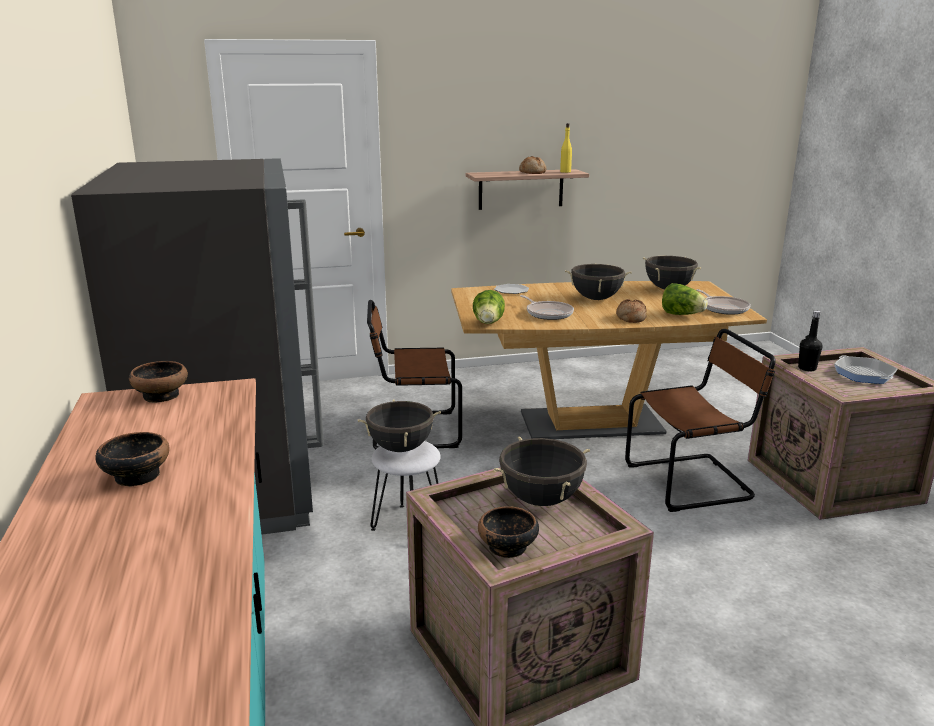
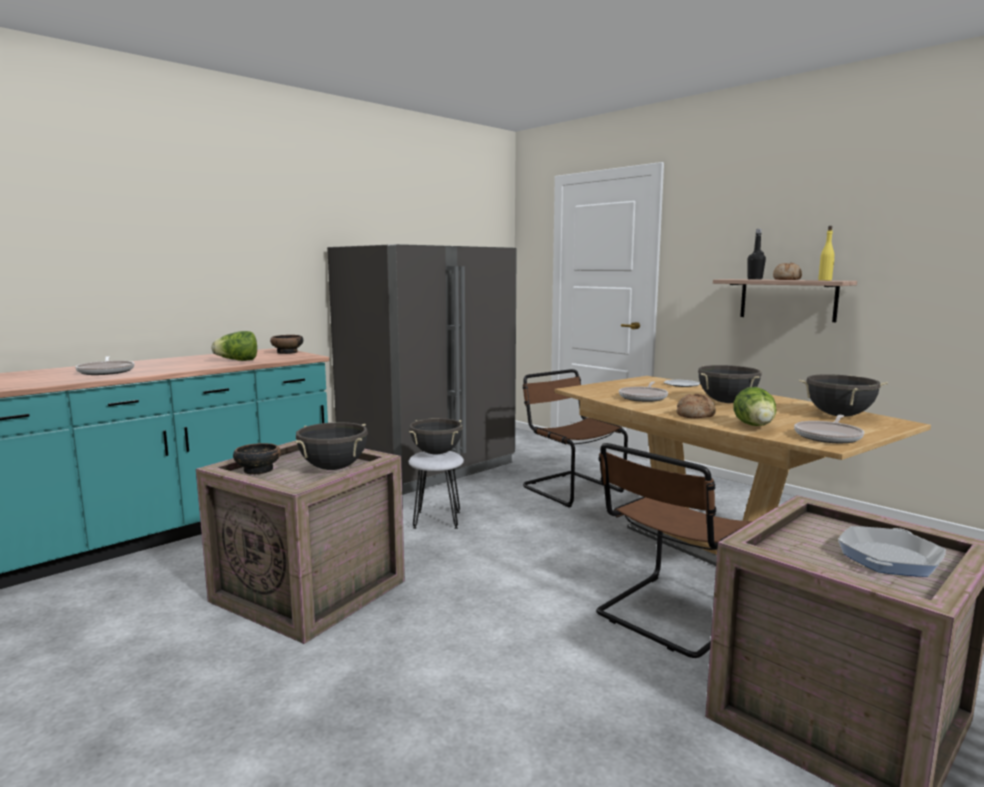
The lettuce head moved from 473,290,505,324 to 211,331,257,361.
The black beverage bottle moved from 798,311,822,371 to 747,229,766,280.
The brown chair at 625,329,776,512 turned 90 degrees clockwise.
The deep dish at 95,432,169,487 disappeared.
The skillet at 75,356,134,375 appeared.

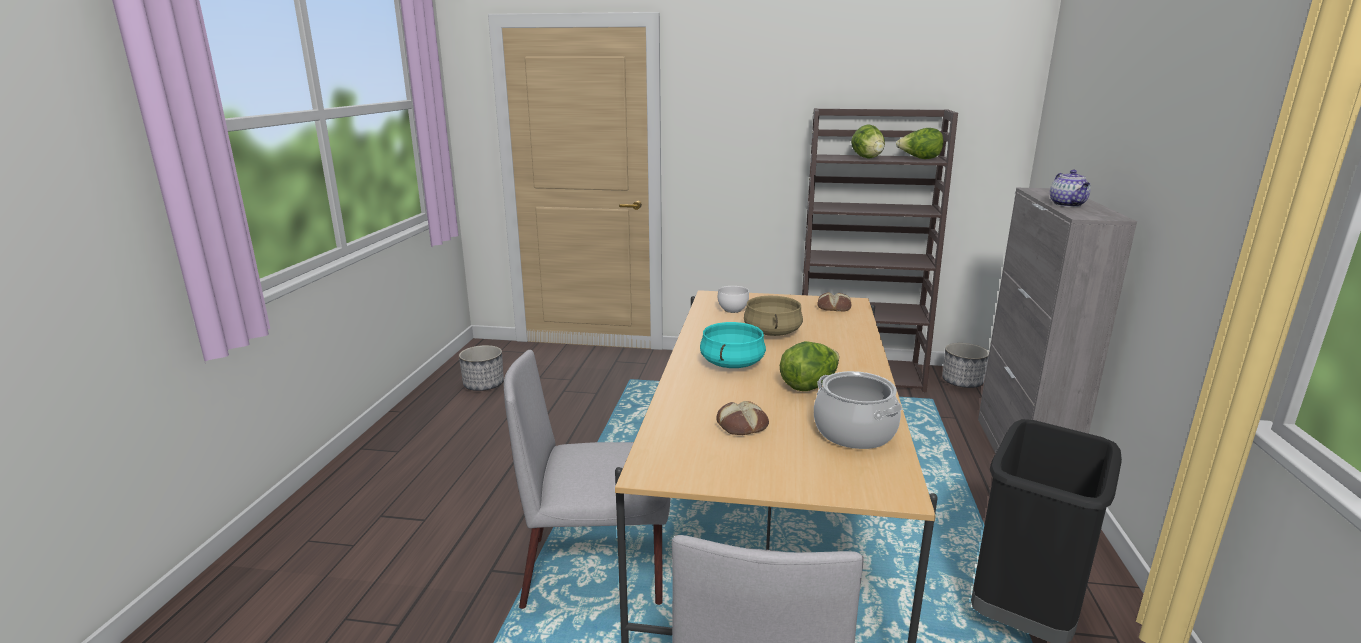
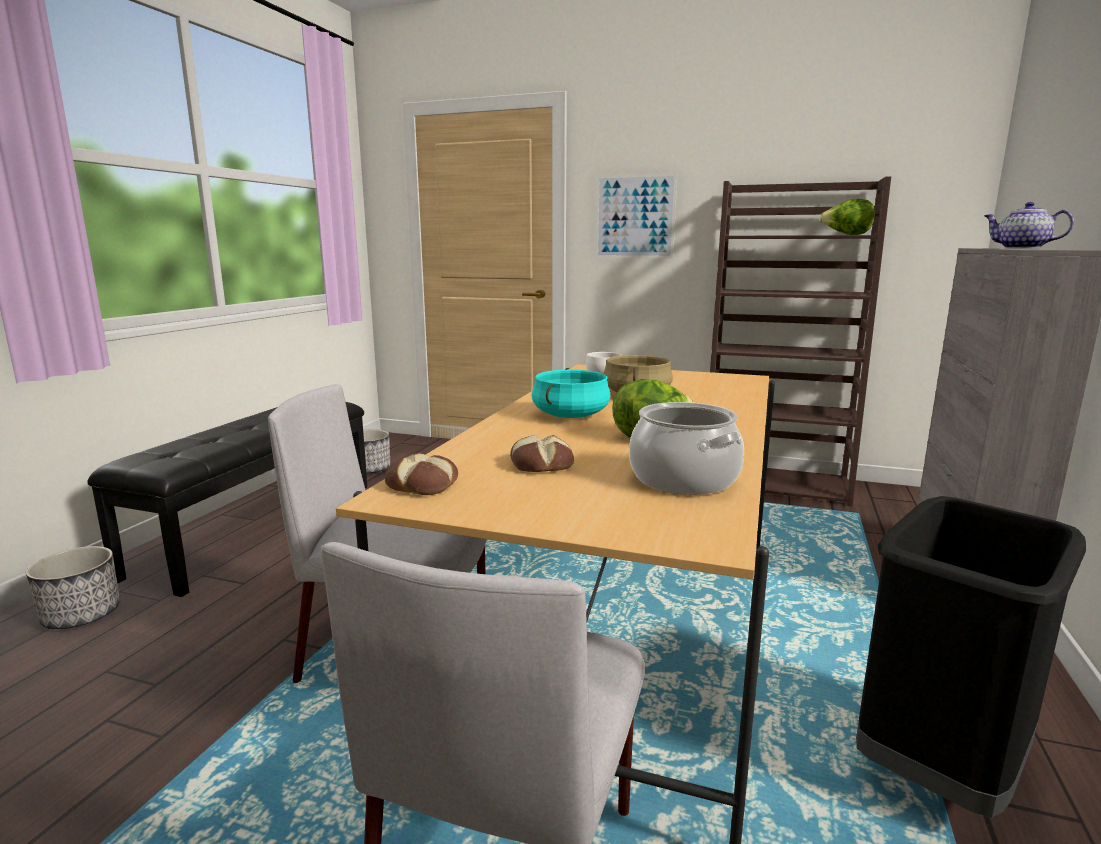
The lettuce head at 851,124,885,159 disappeared.
The tea pot at 1050,170,1091,207 turned 120 degrees clockwise.
The bakery bread moved from 818,292,851,312 to 385,453,458,495.
The plant pot moved from 942,343,989,388 to 26,546,120,629.
The wall art at 595,173,677,258 appeared.
The black indoor bench at 87,402,367,597 appeared.

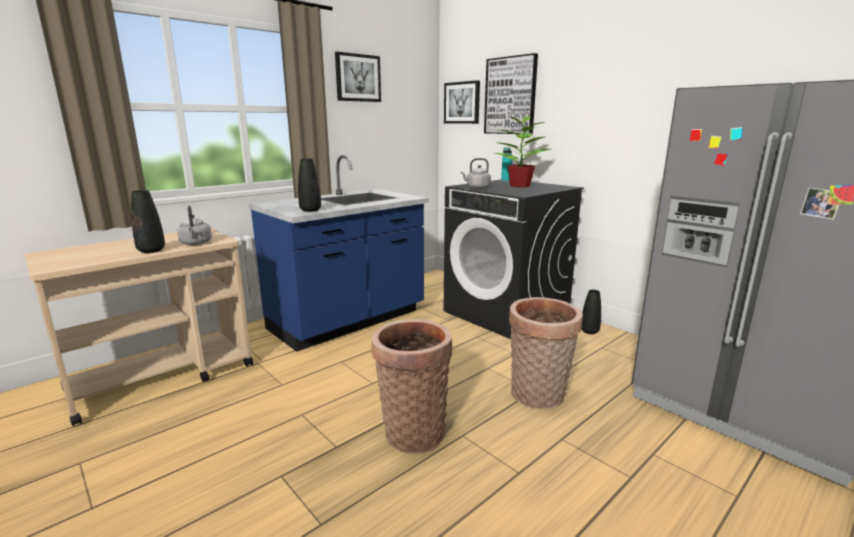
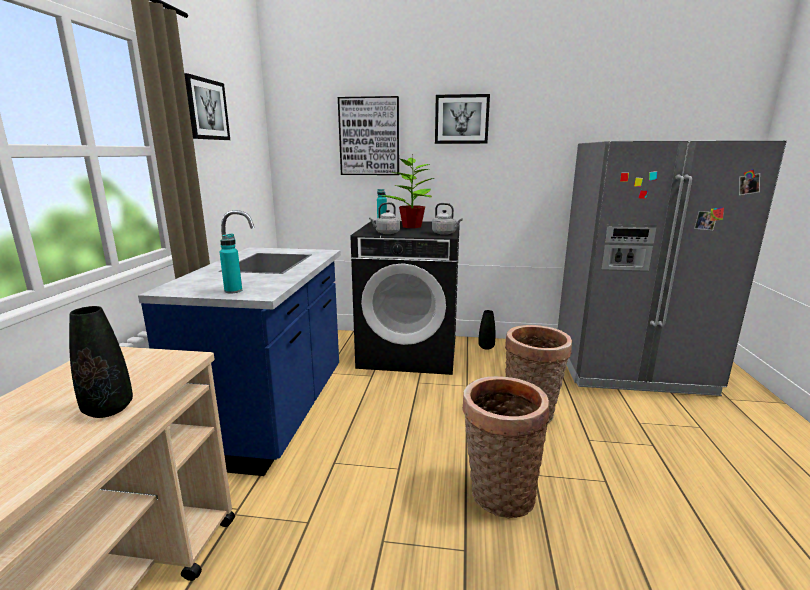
The wall art moved from 444,80,480,124 to 435,94,490,144.
The black flower vase at 298,158,321,212 disappeared.
The greyish kettle moved from 177,206,212,245 to 432,203,463,235.
The blue-green beverage bottle at 220,234,242,293 appeared.

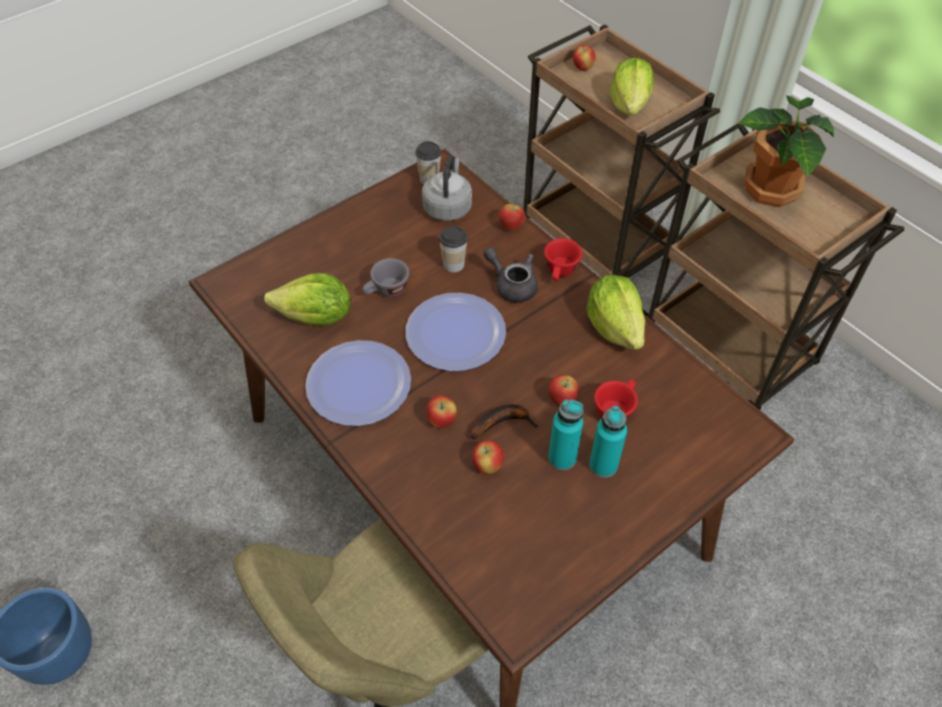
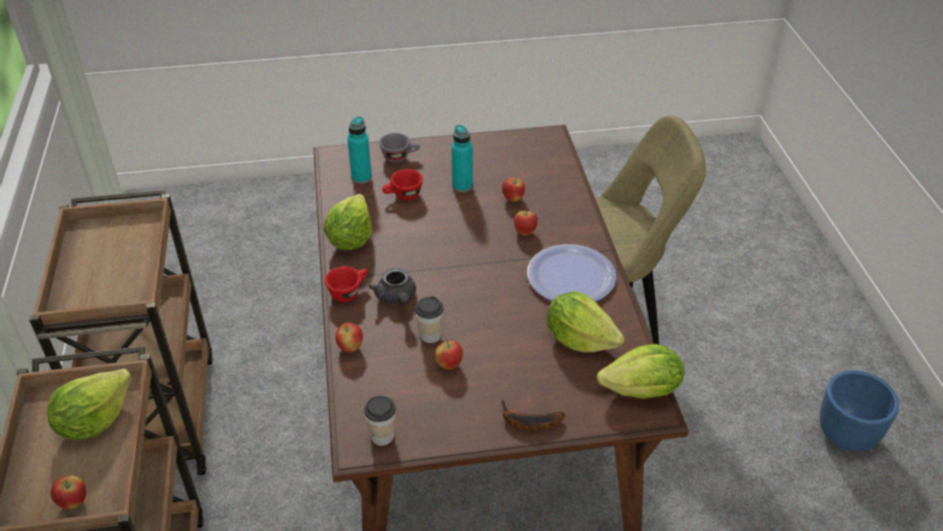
The plant in a pot at 738,96,834,207 disappeared.
The greyish kettle at 422,155,472,221 disappeared.
The greyish cup moved from 363,258,409,297 to 379,133,420,163.
The dinner plate at 406,293,506,371 disappeared.
The apple fruit moved from 548,375,579,406 to 435,340,463,370.
The whole banana moved from 471,404,538,440 to 502,399,565,430.
The blue-green beverage bottle moved from 589,406,627,478 to 347,116,372,184.
The lettuce head at 597,344,685,399 appeared.

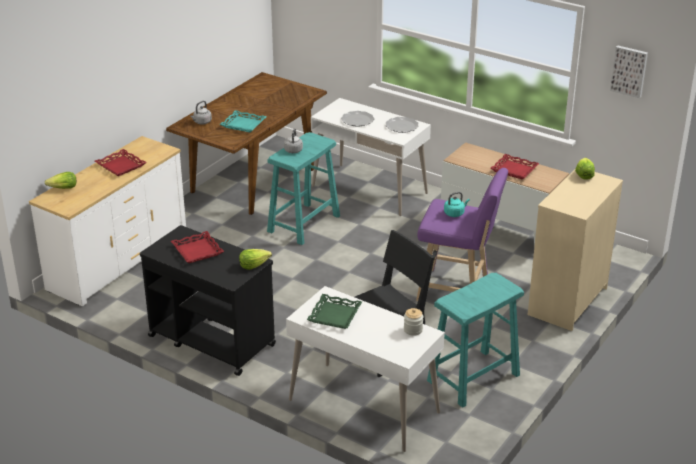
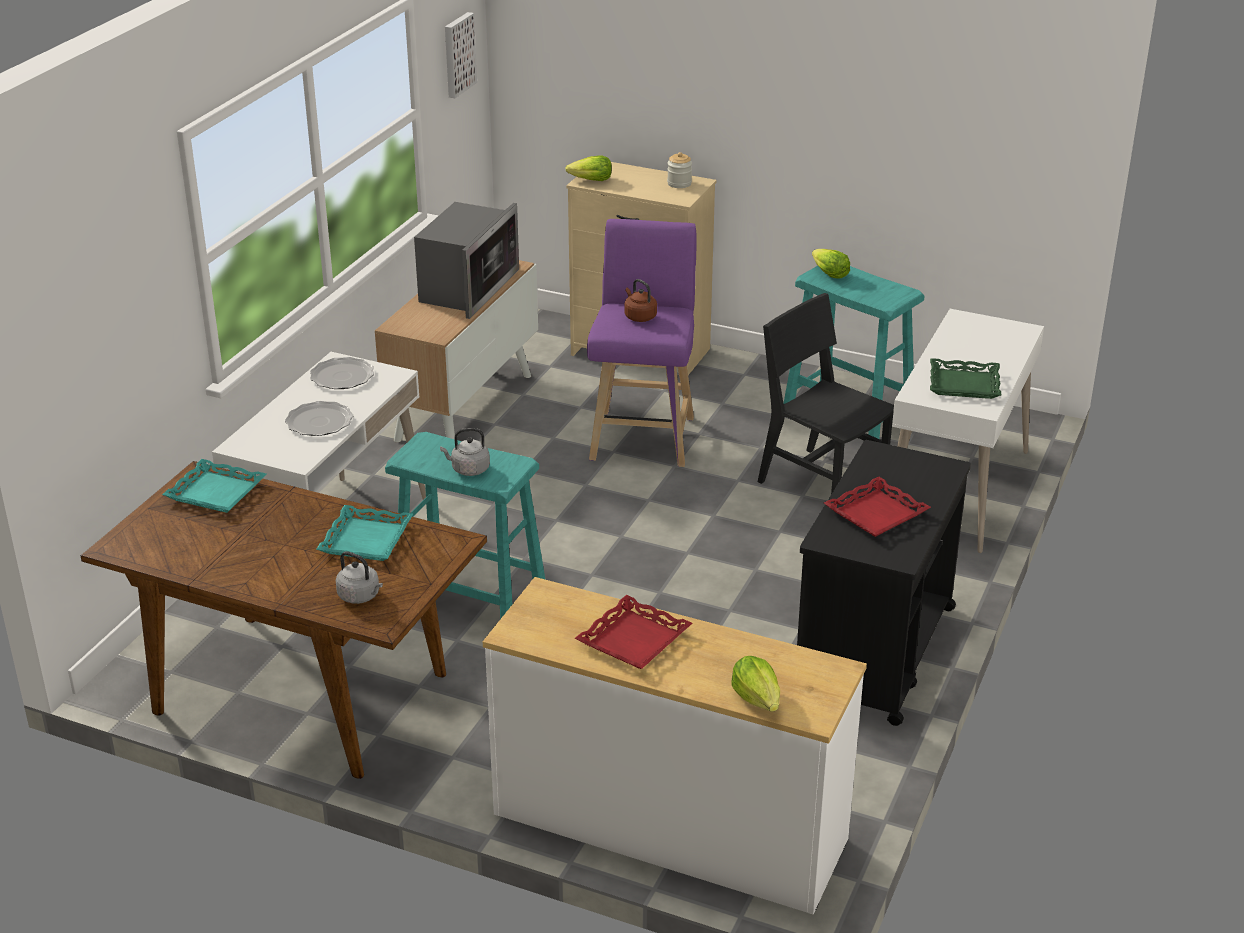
The red serving tray at 491,154,539,179 was replaced by the microwave oven at 414,202,519,319.
The blue-green kettle at 444,192,470,217 became the brown kettle at 624,279,657,322.
The lettuce head moved from 239,249,272,270 to 812,249,850,279.
The storage jar moved from 404,308,423,336 to 667,152,692,188.
The blue-green serving tray at 162,459,267,513 appeared.

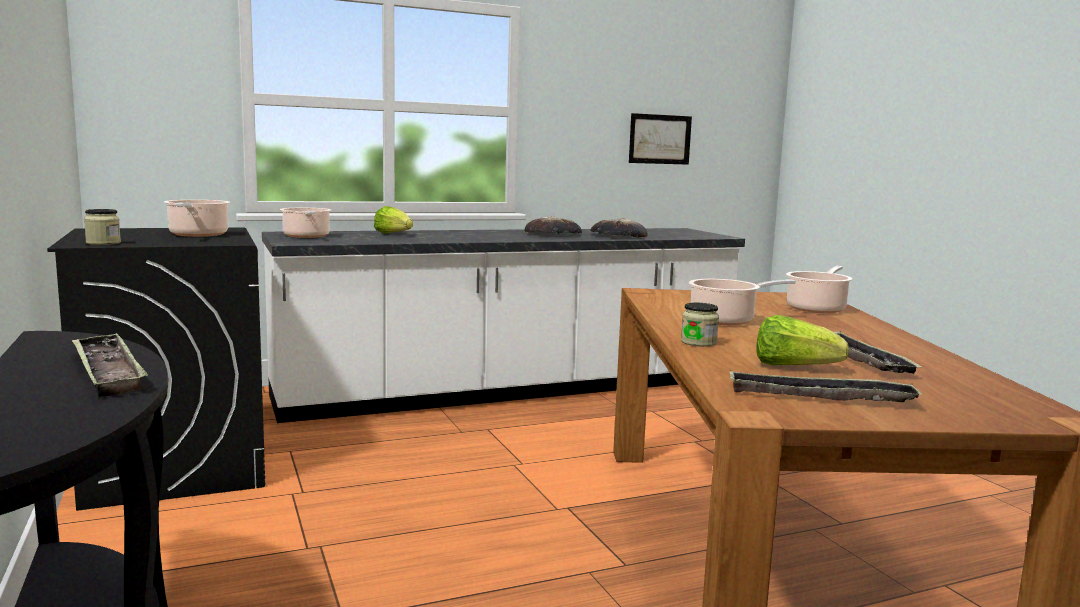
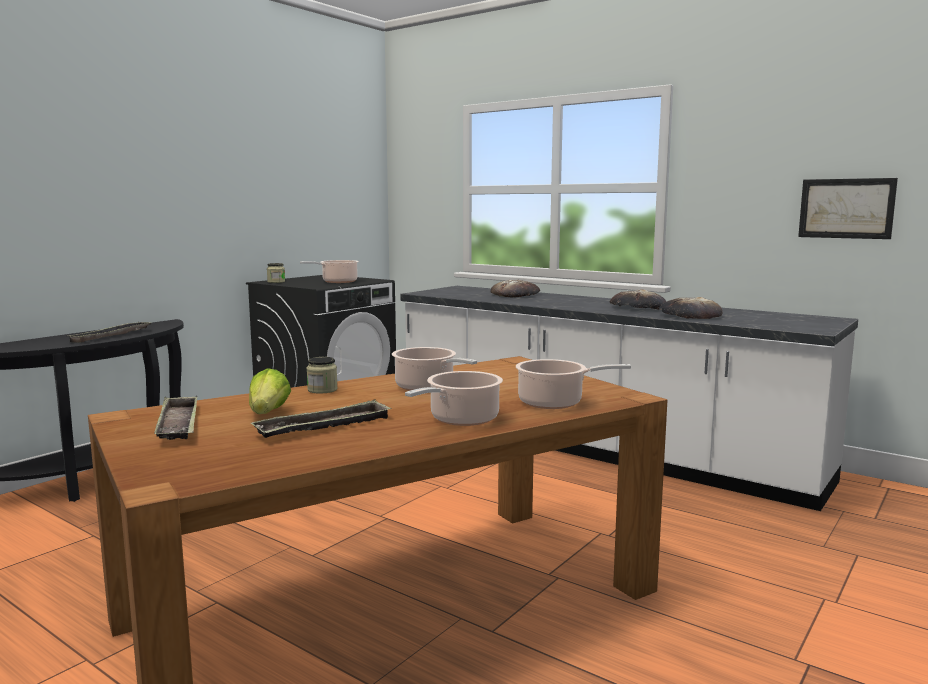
The lettuce head at 374,206,413,233 was replaced by the bakery bread at 490,280,540,297.
The saucepot moved from 280,208,331,238 to 405,371,503,426.

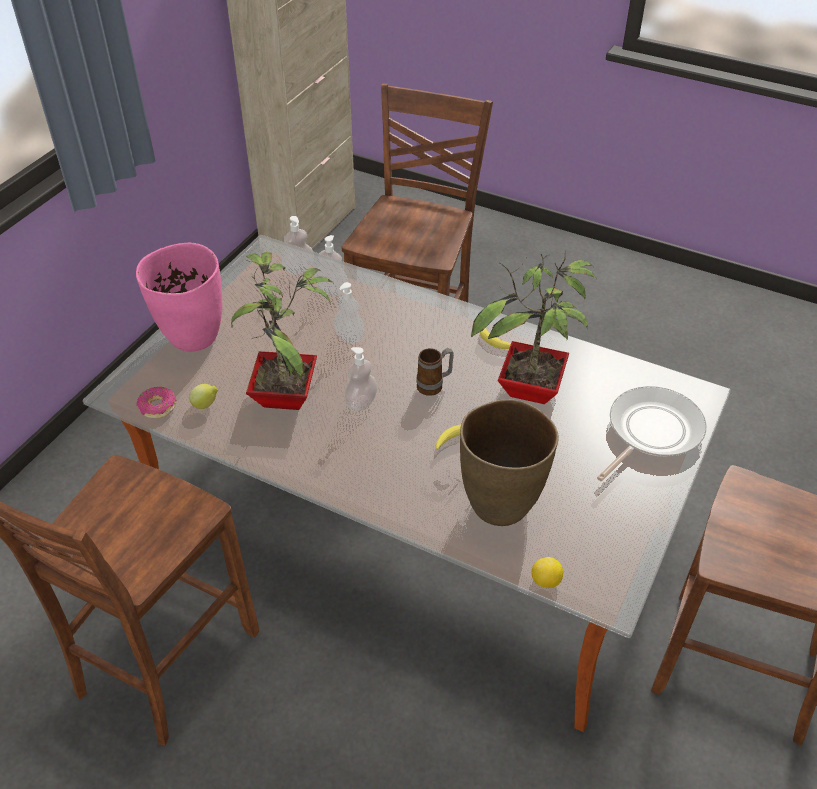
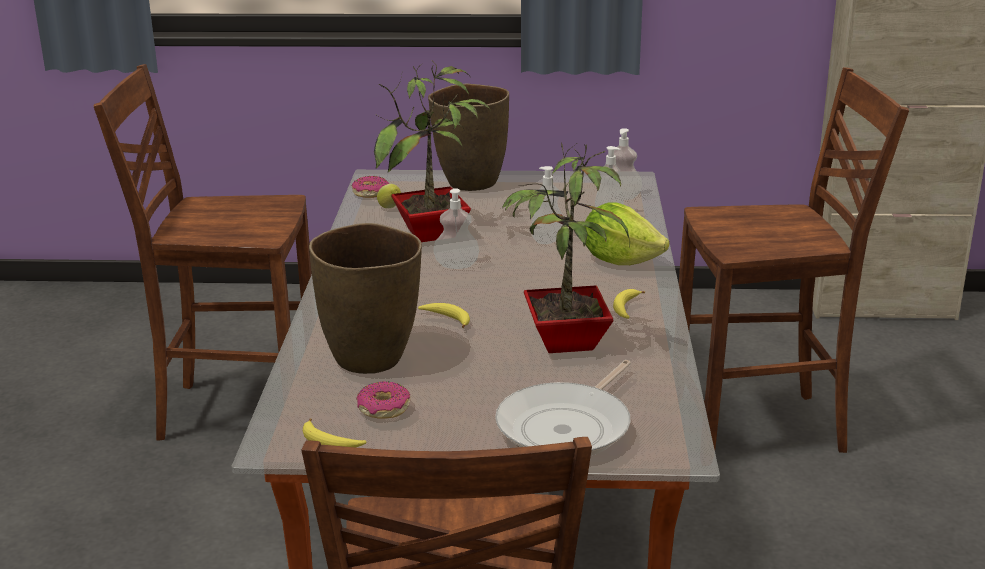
The pinkish flower vase at 136,243,222,352 became the brown flower vase at 428,84,509,191.
The mug at 416,348,454,396 disappeared.
The skillet at 597,386,707,481 turned 105 degrees clockwise.
The citrus fruit at 532,557,563,588 disappeared.
The lettuce head at 584,202,669,265 appeared.
The ring doughnut at 356,381,410,419 appeared.
The whole banana at 303,418,366,448 appeared.

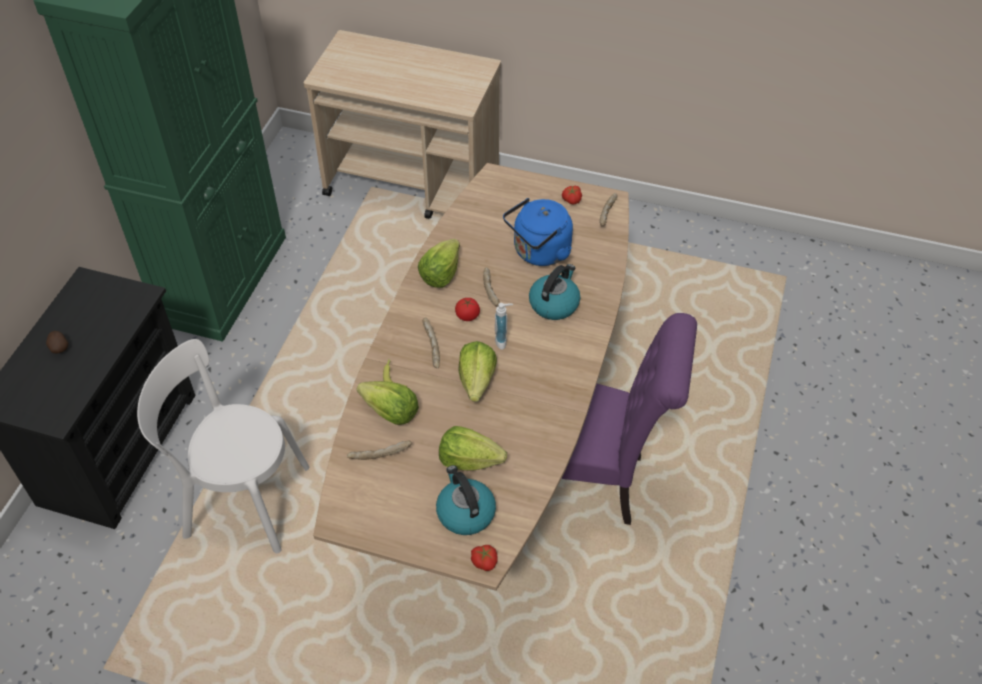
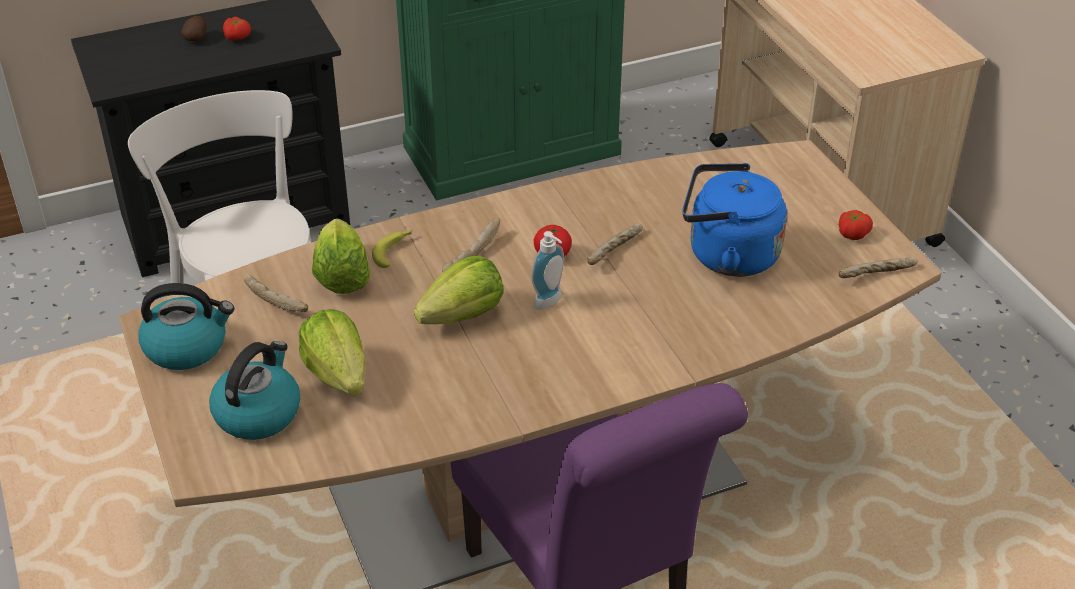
The lettuce head at 418,239,460,288 disappeared.
The kettle moved from 529,264,580,320 to 138,283,234,370.
The tomato moved from 471,545,498,571 to 223,17,251,41.

